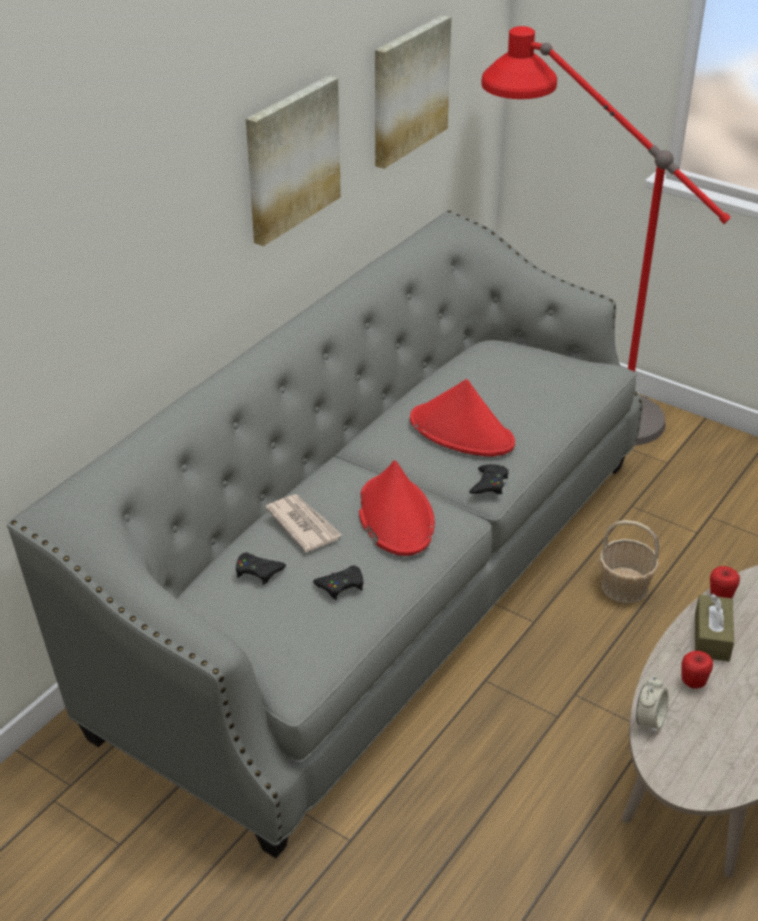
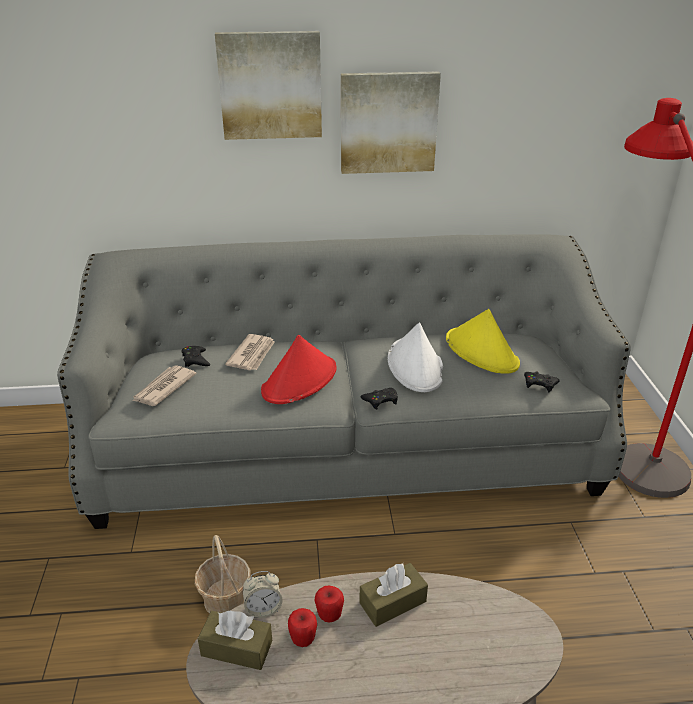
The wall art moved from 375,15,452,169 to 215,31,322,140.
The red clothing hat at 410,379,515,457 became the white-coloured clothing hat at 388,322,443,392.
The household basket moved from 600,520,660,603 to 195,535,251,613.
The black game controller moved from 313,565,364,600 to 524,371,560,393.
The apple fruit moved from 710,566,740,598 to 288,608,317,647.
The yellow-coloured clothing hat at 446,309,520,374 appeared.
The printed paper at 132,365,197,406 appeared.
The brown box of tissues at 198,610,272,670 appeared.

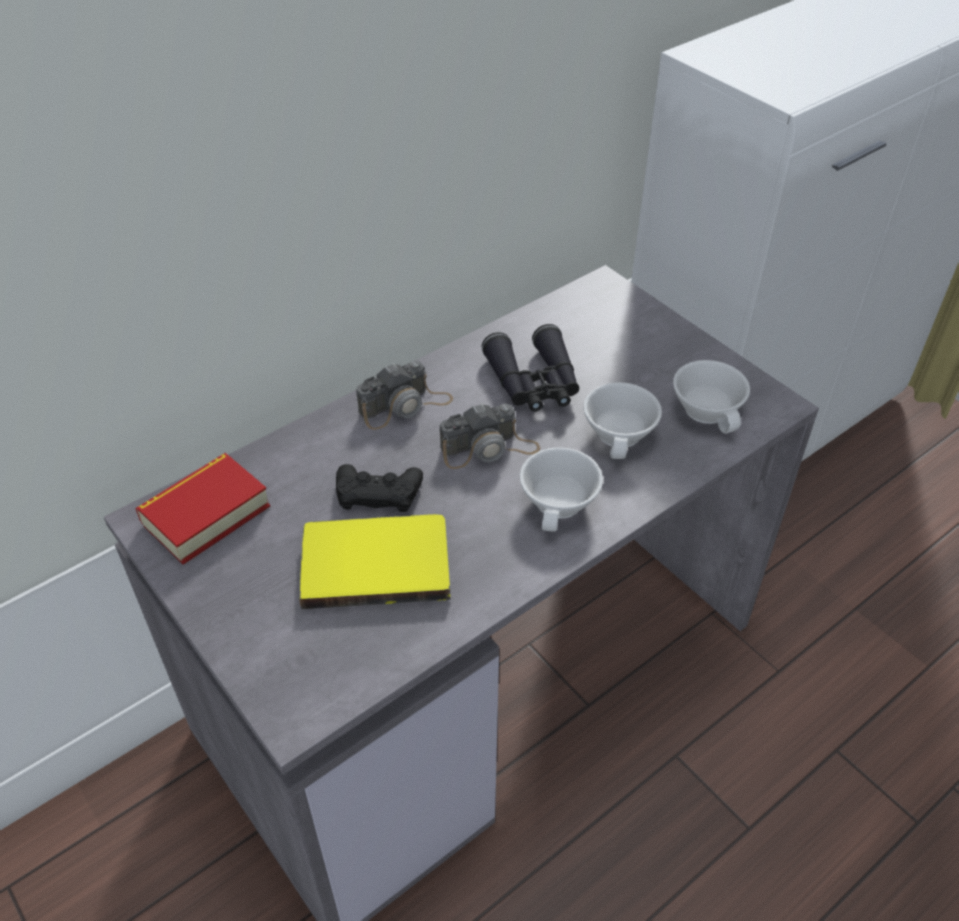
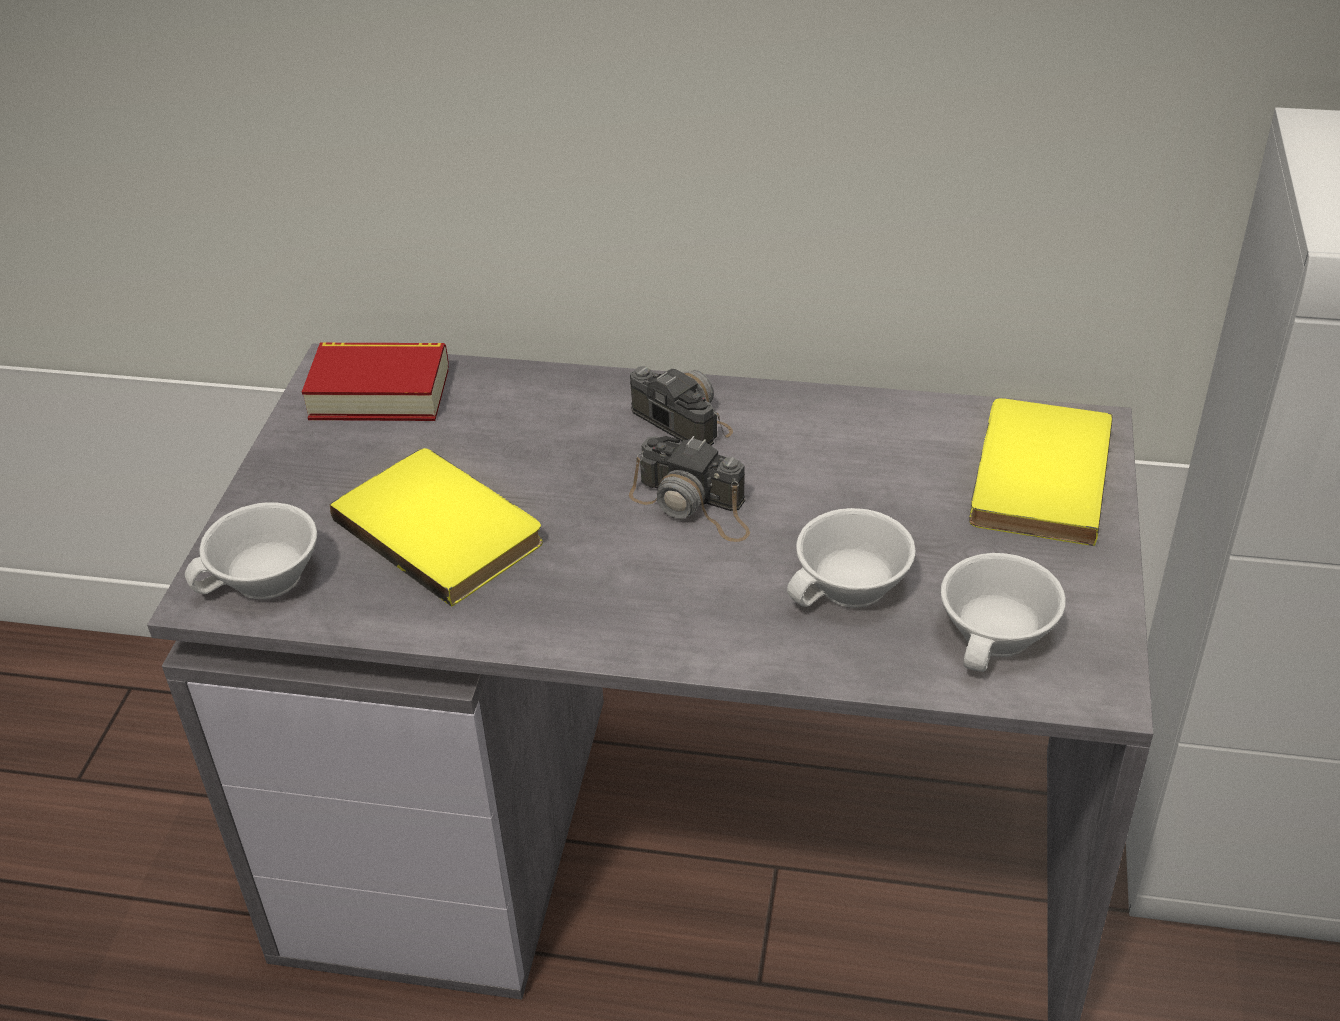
The black field glasses at 482,324,579,412 disappeared.
The photo camera at 356,360,453,430 turned 150 degrees counterclockwise.
The white-coloured cup moved from 520,447,603,532 to 185,502,317,600.
The black game controller at 336,464,423,512 disappeared.
The yellow-coloured bound book at 969,398,1113,546 appeared.

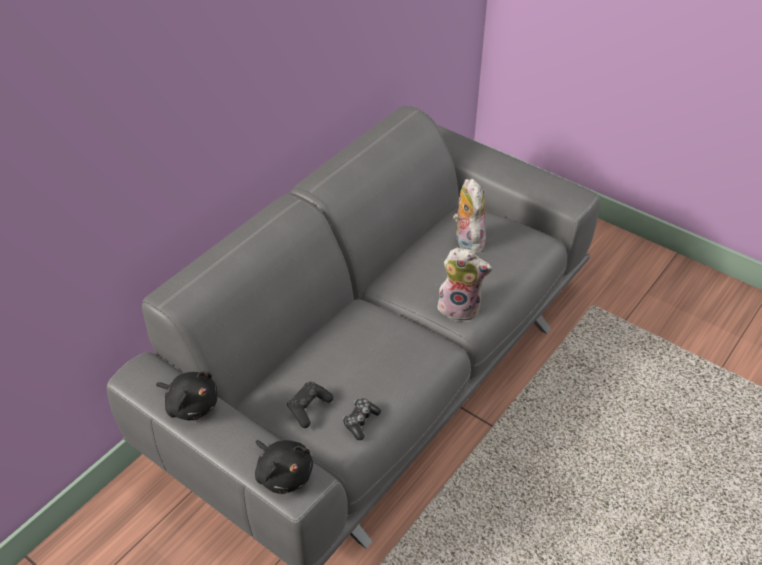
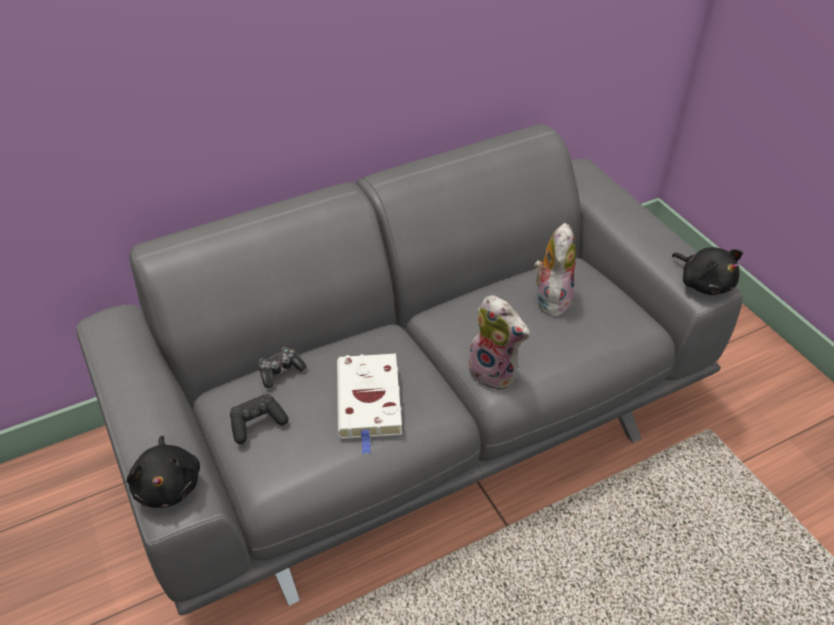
The black plush toy moved from 156,371,217,420 to 672,247,743,295.
The game controller moved from 342,398,381,440 to 259,347,307,388.
The white-coloured bound book at 337,354,402,454 appeared.

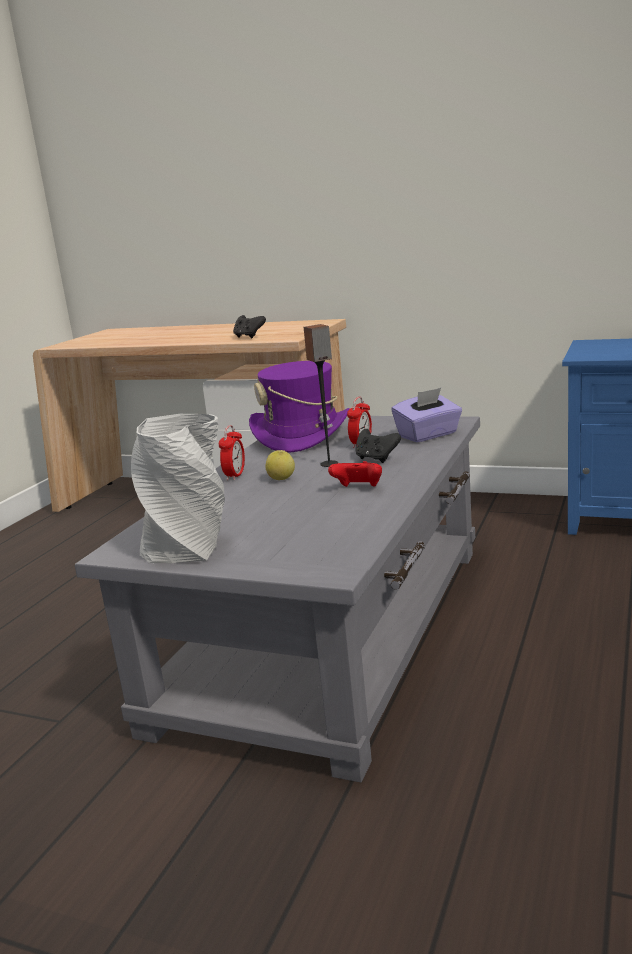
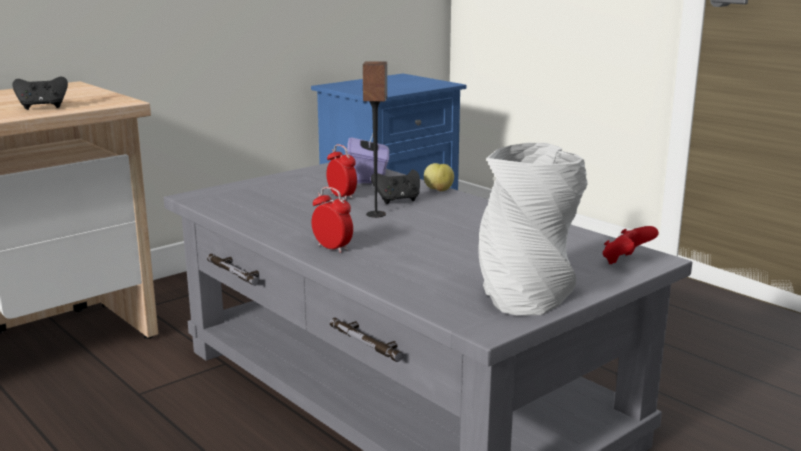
The purple-coloured clothing hat at 249,361,349,453 disappeared.
The apple fruit moved from 266,450,295,480 to 424,163,454,191.
The red game controller moved from 328,461,382,487 to 602,226,659,264.

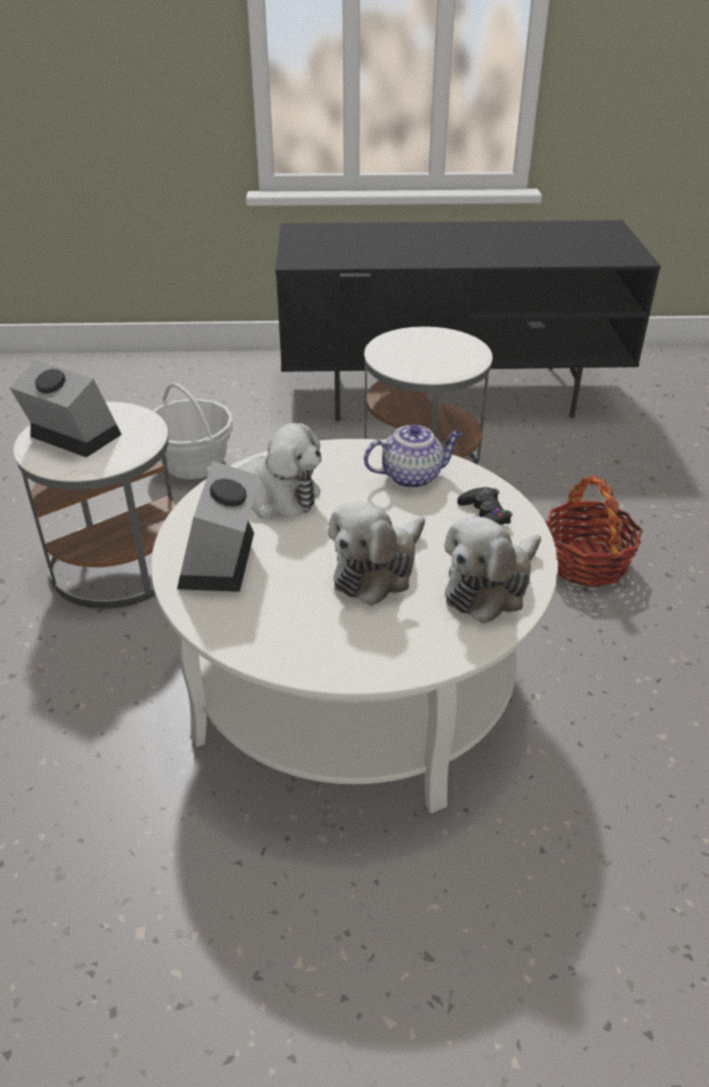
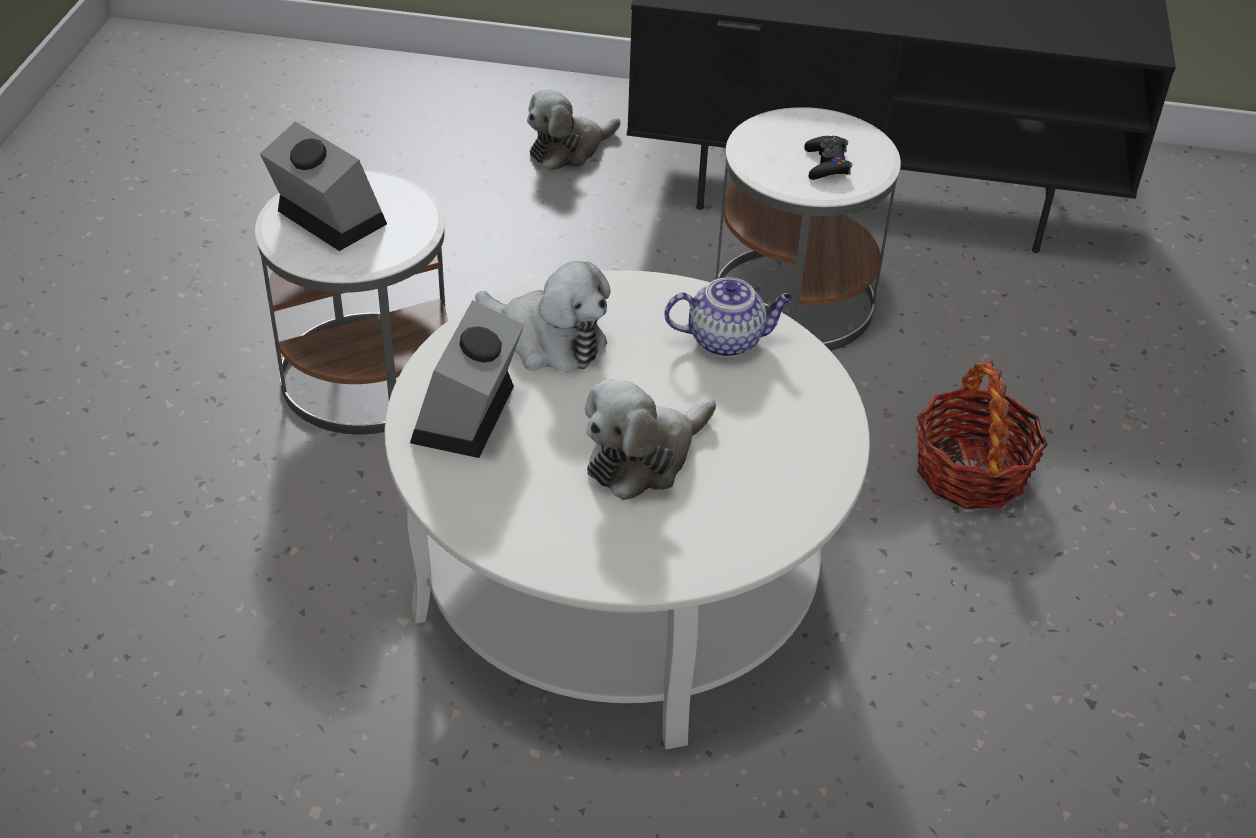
The household basket at 153,382,233,479 disappeared.
The black game controller moved from 457,487,512,525 to 804,136,852,180.
The plush toy moved from 444,517,541,624 to 527,90,620,170.

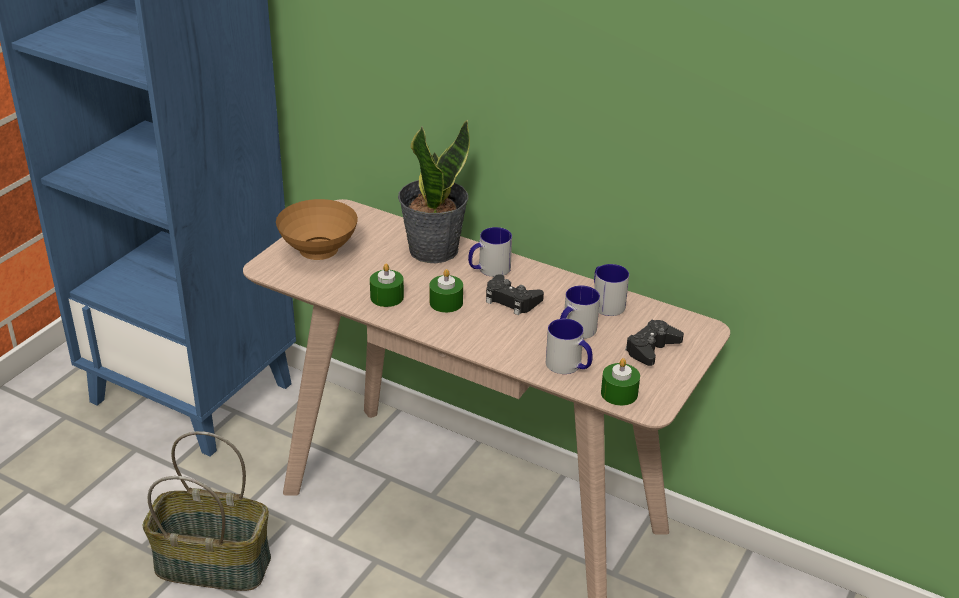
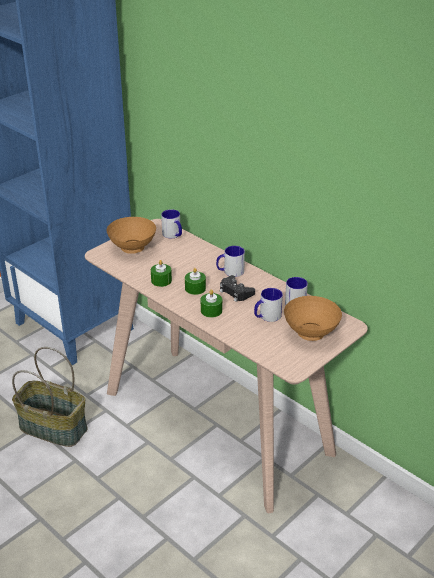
The plant in a pot at 398,120,470,263 disappeared.
The mug moved from 546,319,593,374 to 161,209,182,238.
The black game controller at 625,320,684,366 was replaced by the brown deep dish at 284,296,342,341.
The green-coloured wax light moved from 601,358,640,406 to 201,290,222,318.

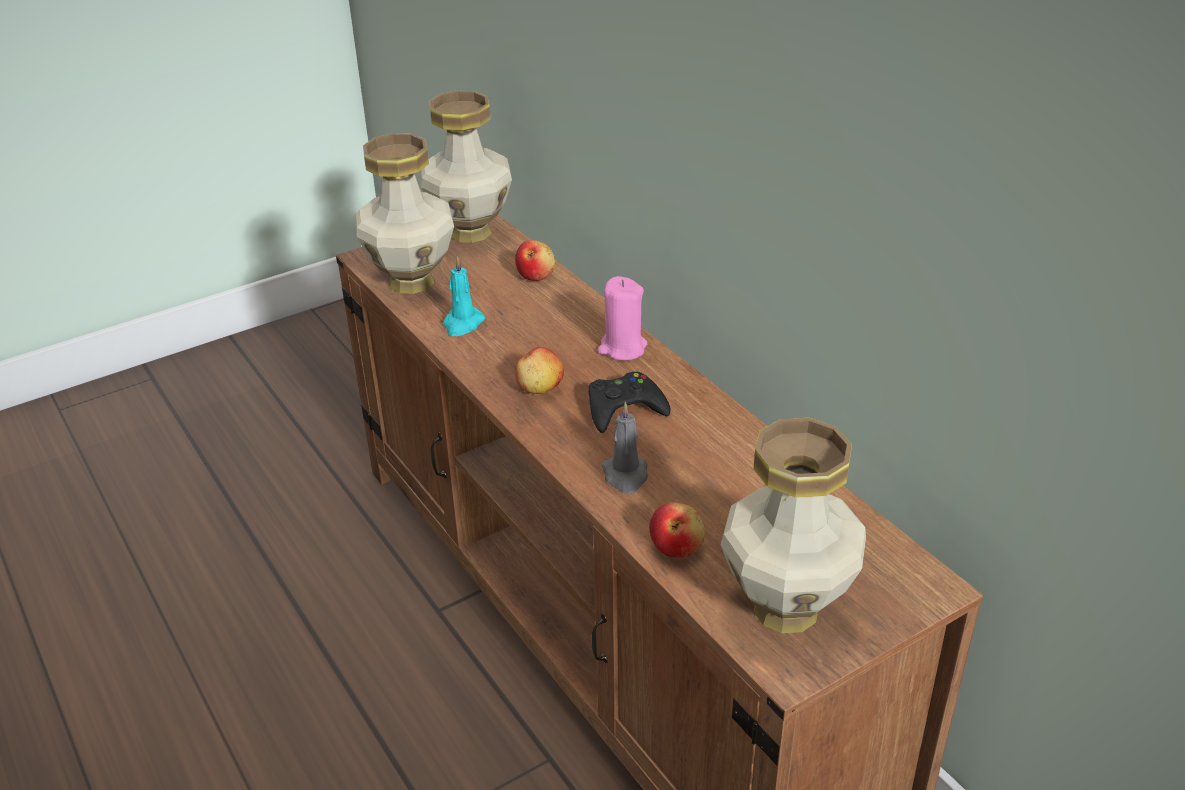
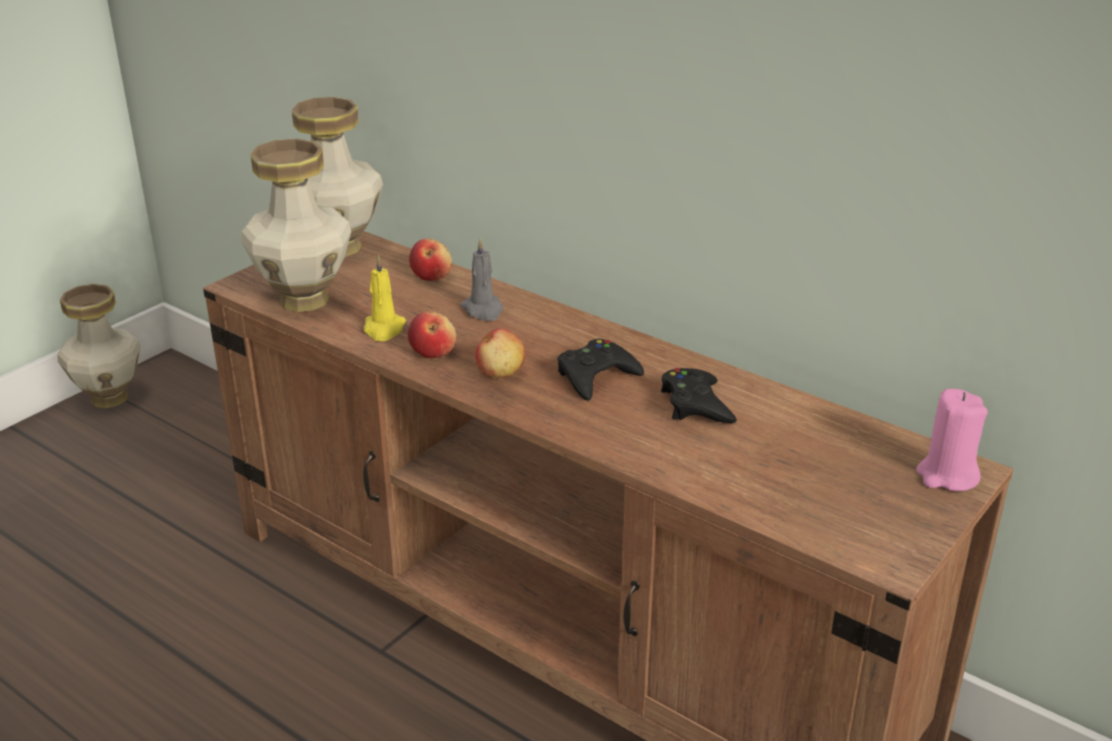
The blue-green wax light at 443,256,485,336 became the yellow-coloured wax light at 364,255,406,341.
The pinkish wax light moved from 597,276,647,360 to 917,389,988,491.
The greyish wax light moved from 602,402,648,494 to 460,238,503,321.
The flower vase moved from 721,418,866,633 to 58,284,141,408.
The apple fruit moved from 649,502,705,558 to 408,311,456,358.
The black game controller at 661,368,737,423 appeared.

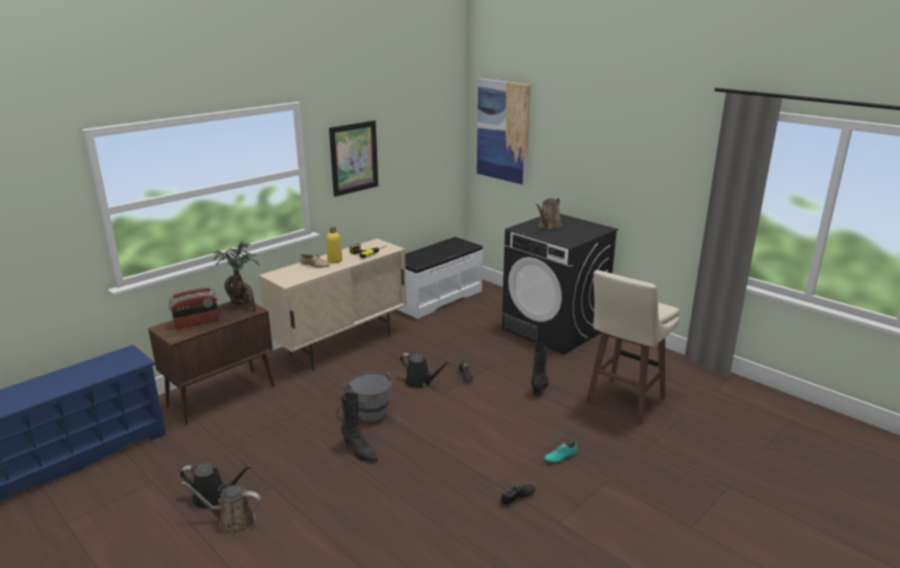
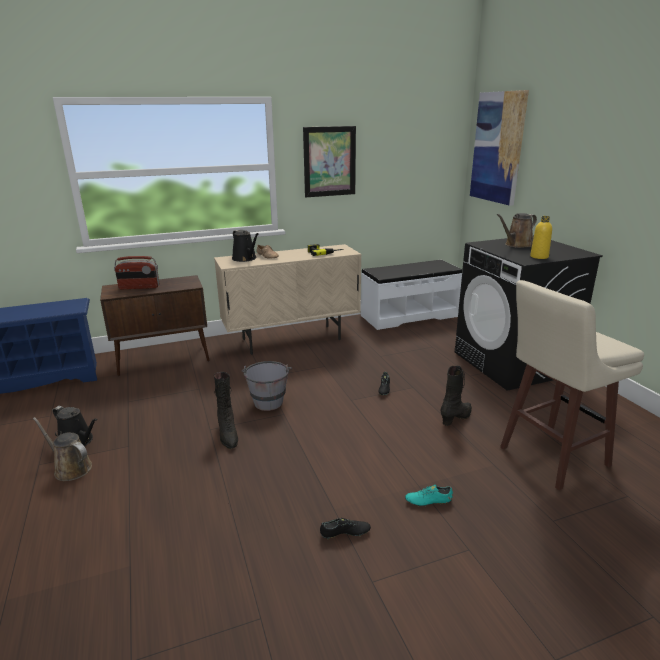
The yellow-coloured beverage bottle moved from 327,227,342,263 to 530,216,552,259.
The plant in a pot at 214,241,260,311 disappeared.
The black watering pot moved from 400,353,451,389 to 232,230,259,262.

